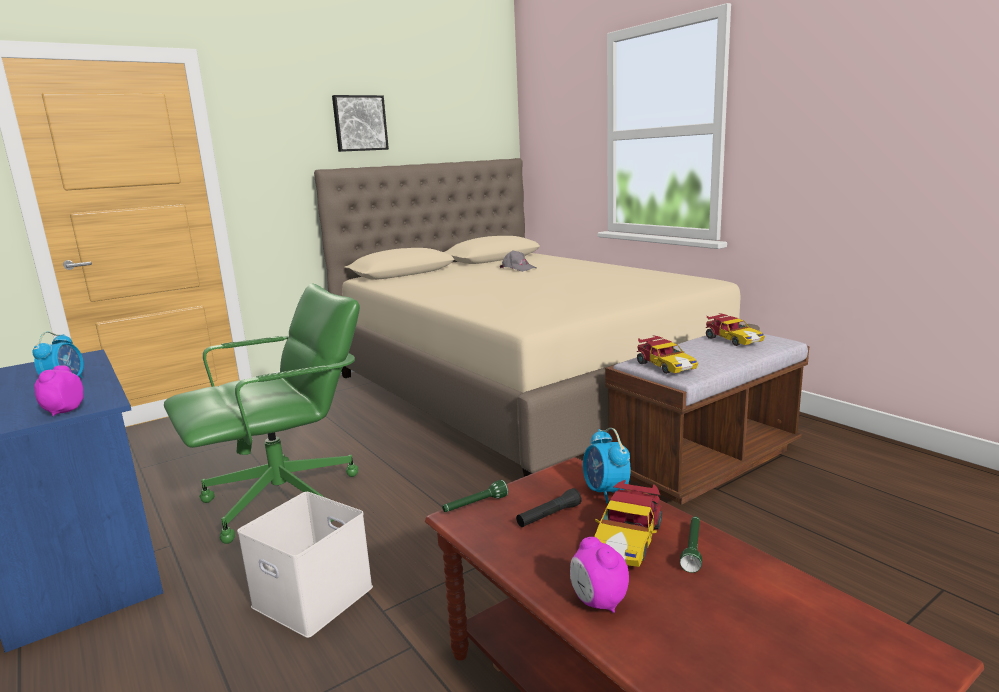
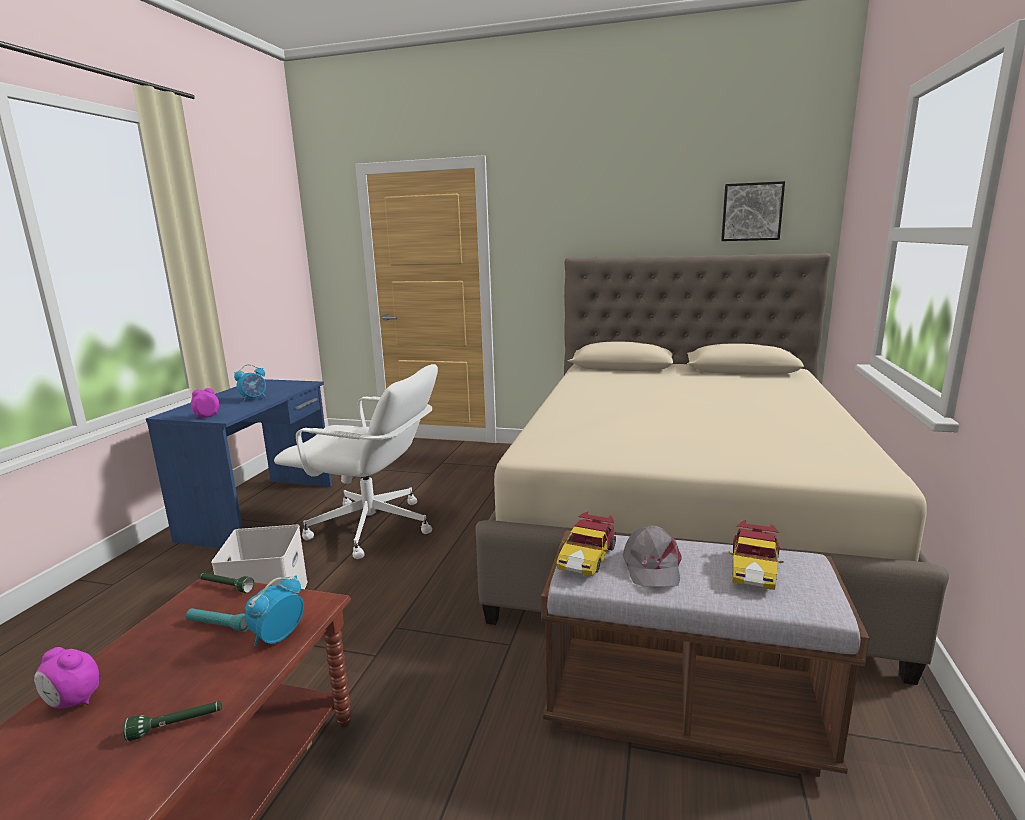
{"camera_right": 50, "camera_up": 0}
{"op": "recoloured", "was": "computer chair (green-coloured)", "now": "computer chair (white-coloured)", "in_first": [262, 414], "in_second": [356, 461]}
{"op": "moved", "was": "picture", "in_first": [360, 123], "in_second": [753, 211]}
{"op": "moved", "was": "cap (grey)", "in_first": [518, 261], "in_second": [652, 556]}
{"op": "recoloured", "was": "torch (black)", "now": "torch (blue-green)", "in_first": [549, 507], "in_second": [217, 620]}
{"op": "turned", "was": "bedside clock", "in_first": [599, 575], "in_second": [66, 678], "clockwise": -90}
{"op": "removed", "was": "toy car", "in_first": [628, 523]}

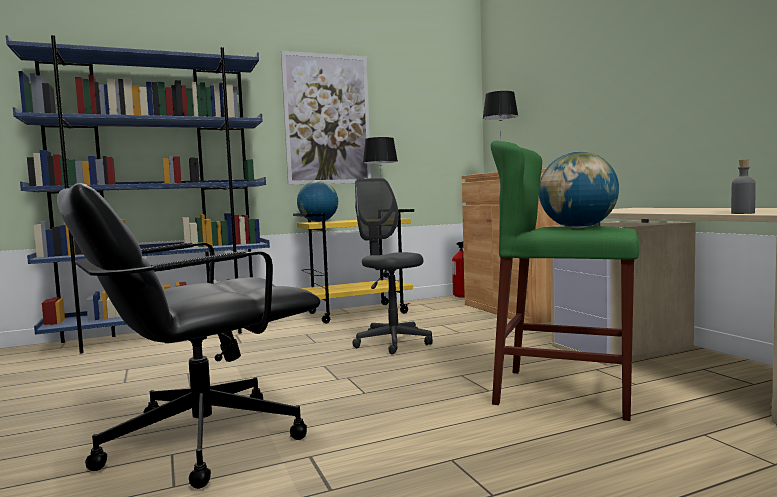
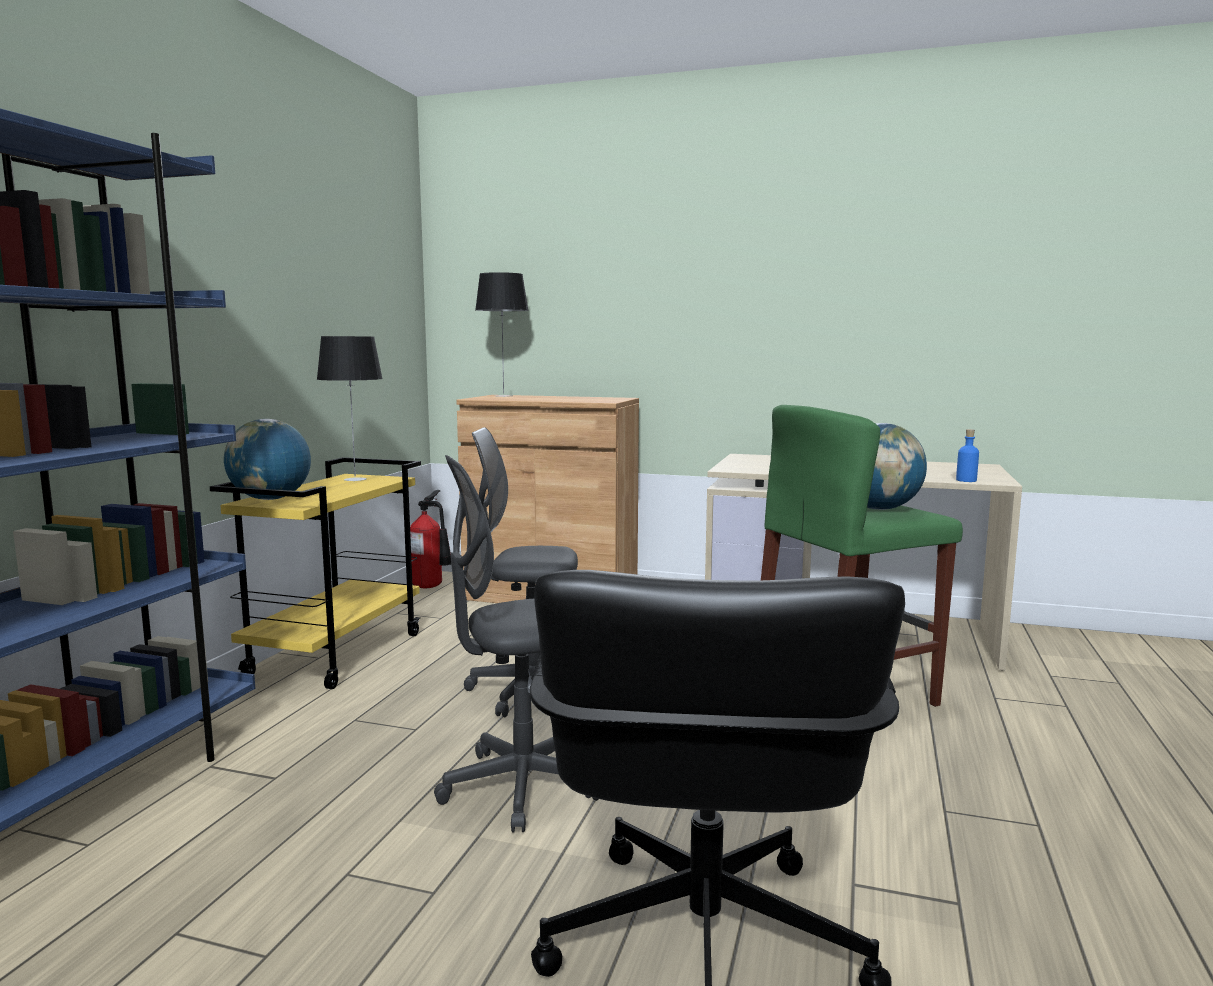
{"camera_right": -50, "camera_up": 5}
{"op": "removed", "was": "picture", "in_first": [326, 118]}
{"op": "recoloured", "was": "beverage bottle (grey)", "now": "beverage bottle (blue)", "in_first": [743, 186], "in_second": [967, 455]}
{"op": "added", "now": "computer chair (grey)", "in_second": [516, 644]}

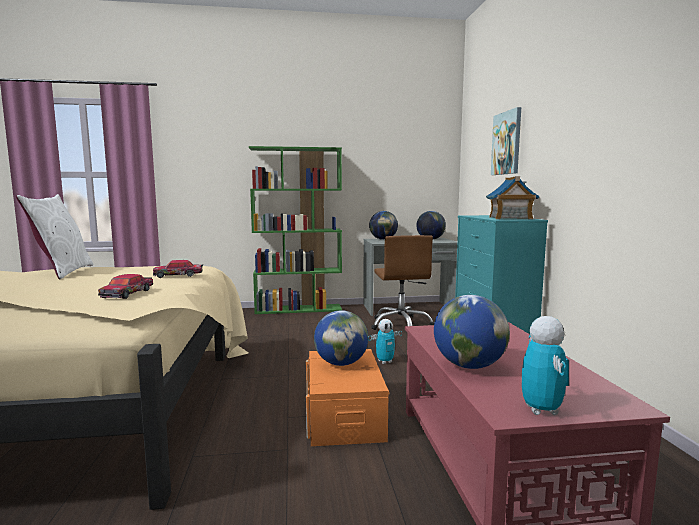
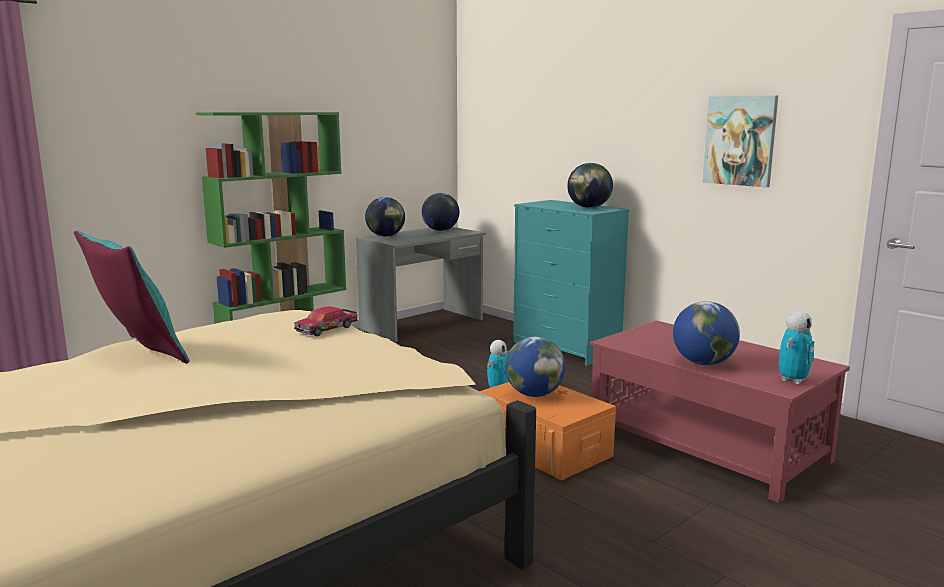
{"camera_right": -35, "camera_up": 5}
{"op": "recoloured", "was": "pillow (white-coloured)", "now": "pillow (blue-green)", "in_first": [54, 236], "in_second": [132, 297]}
{"op": "removed", "was": "toy car", "in_first": [125, 286]}
{"op": "removed", "was": "computer chair (brown-coloured)", "in_first": [403, 282]}
{"op": "replaced", "was": "model house", "now": "world globe", "in_first": [513, 197], "in_second": [590, 185]}
{"op": "moved", "was": "picture", "in_first": [506, 141], "in_second": [740, 141]}
{"op": "turned", "was": "model robot", "in_first": [545, 365], "in_second": [796, 347], "clockwise": 75}

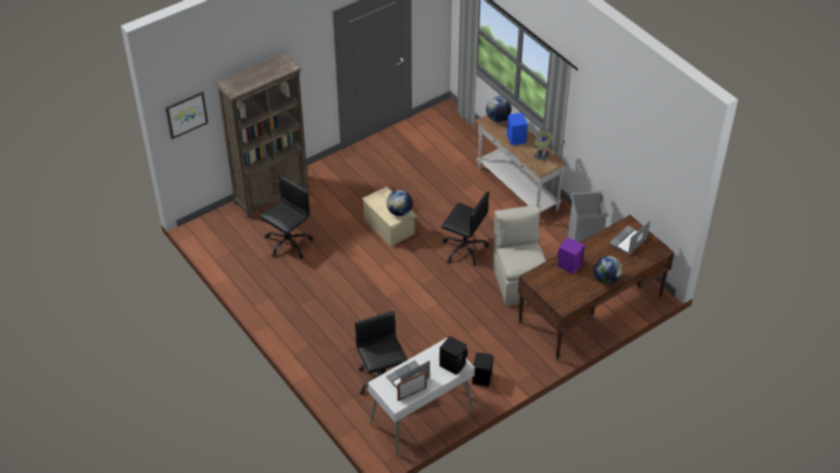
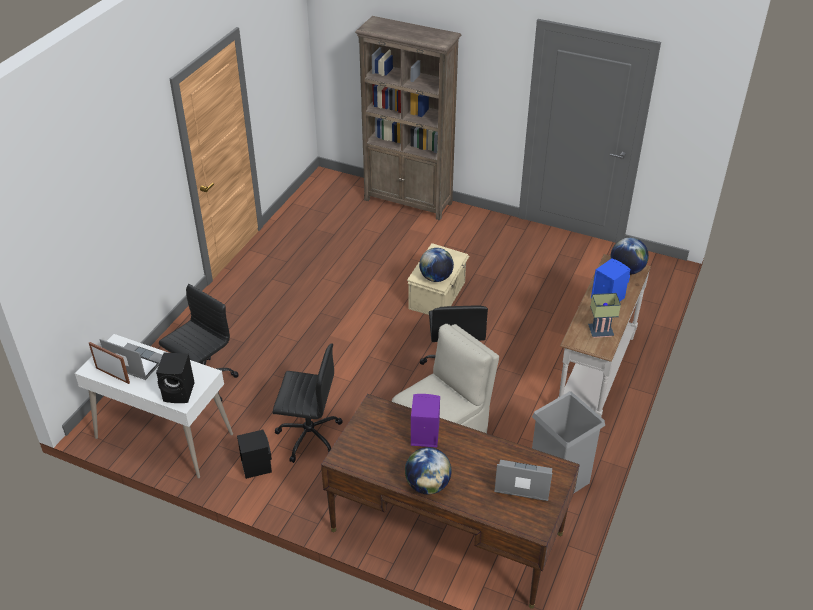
{"camera_right": 60, "camera_up": -5}
{"op": "removed", "was": "picture", "in_first": [186, 115]}
{"op": "moved", "was": "computer chair (black)", "in_first": [286, 217], "in_second": [308, 403]}

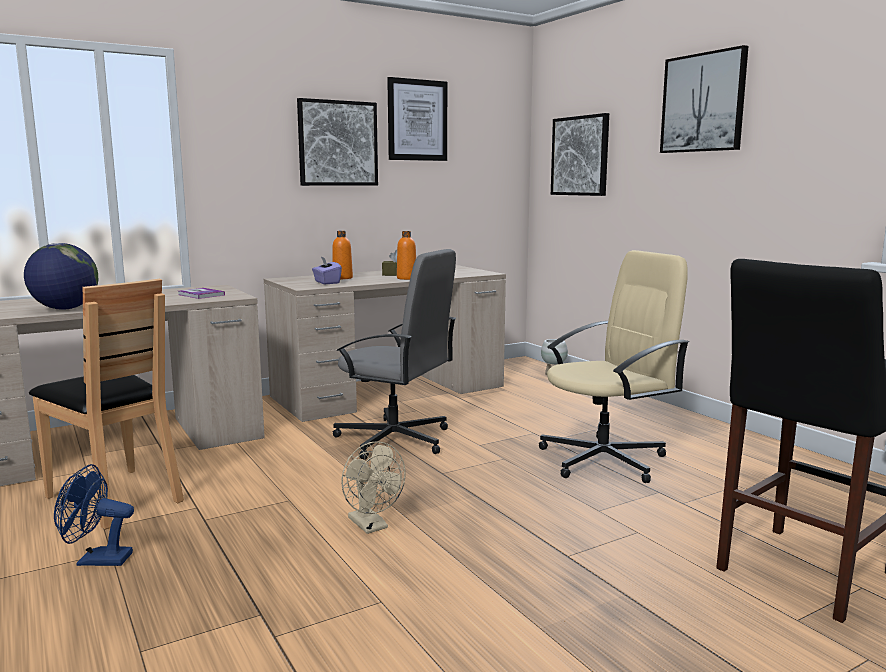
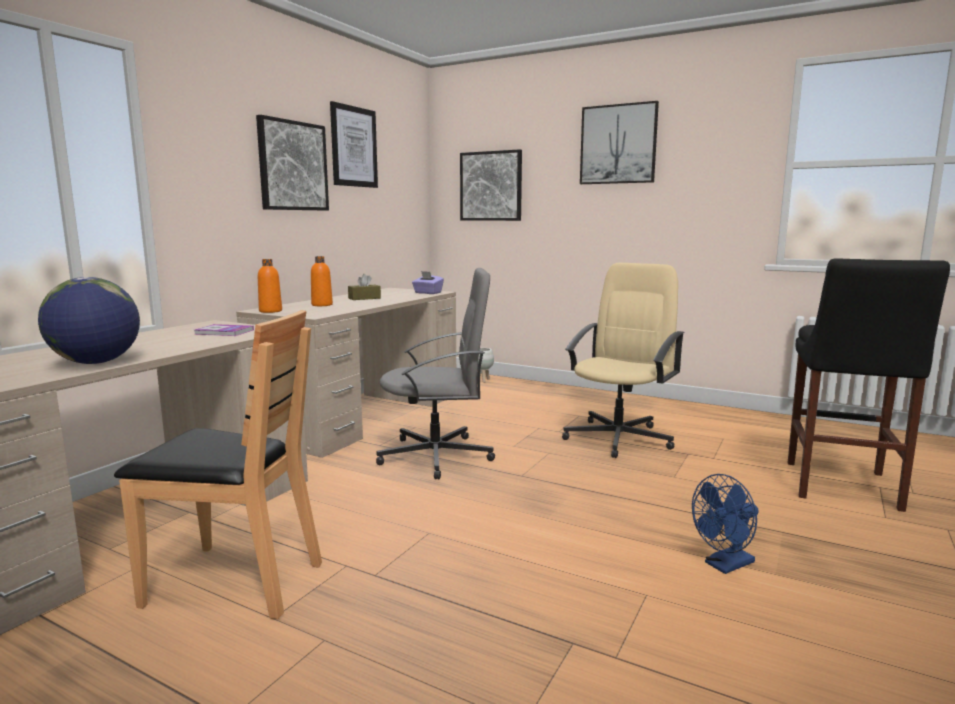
{"camera_right": -30, "camera_up": 0}
{"op": "moved", "was": "cooling fan (blue)", "in_first": [94, 515], "in_second": [725, 524]}
{"op": "moved", "was": "tissue box (purple-coloured)", "in_first": [327, 270], "in_second": [428, 282]}
{"op": "removed", "was": "cooling fan (beige-coloured)", "in_first": [373, 487]}
{"op": "moved", "was": "beverage bottle (orangey)", "in_first": [406, 255], "in_second": [270, 286]}

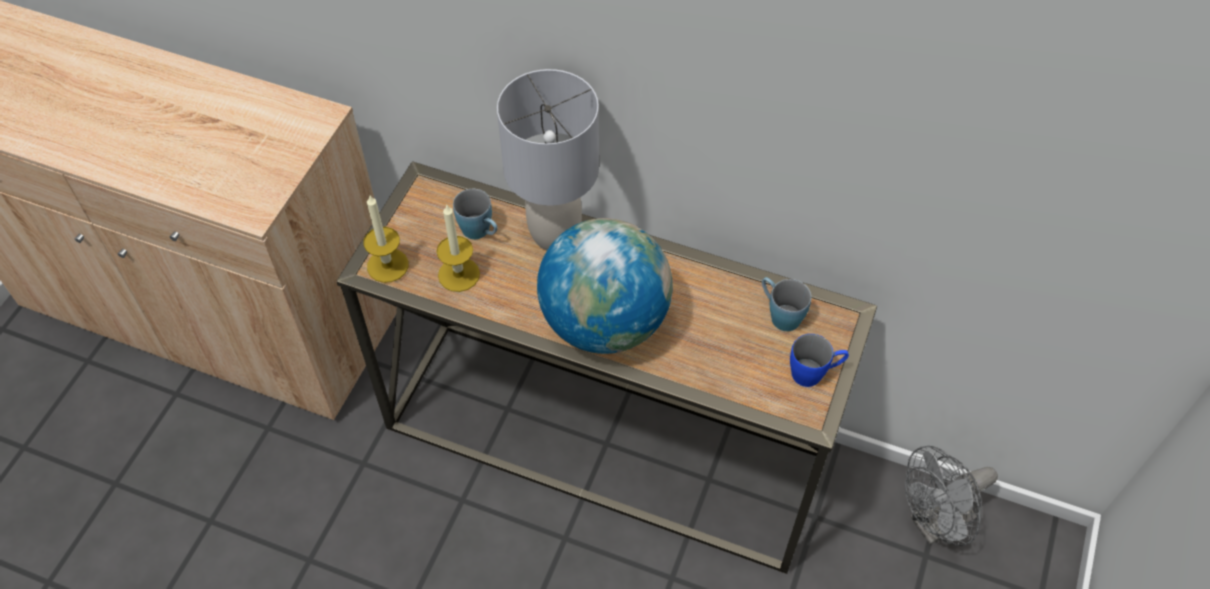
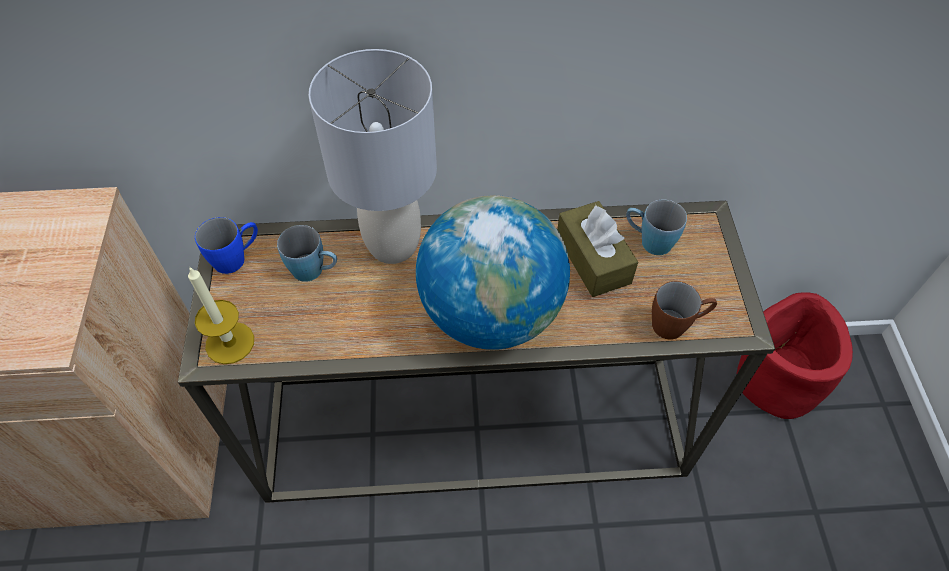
{"camera_right": -25, "camera_up": 0}
{"op": "removed", "was": "wax candle", "in_first": [458, 248]}
{"op": "moved", "was": "coffee mug (blue)", "in_first": [819, 360], "in_second": [226, 245]}
{"op": "replaced", "was": "cooling fan (grey)", "now": "planter (red)", "in_first": [951, 496], "in_second": [795, 355]}
{"op": "added", "now": "tissue box (brown-coloured)", "in_second": [597, 249]}
{"op": "added", "now": "coffee mug (brown-coloured)", "in_second": [684, 310]}

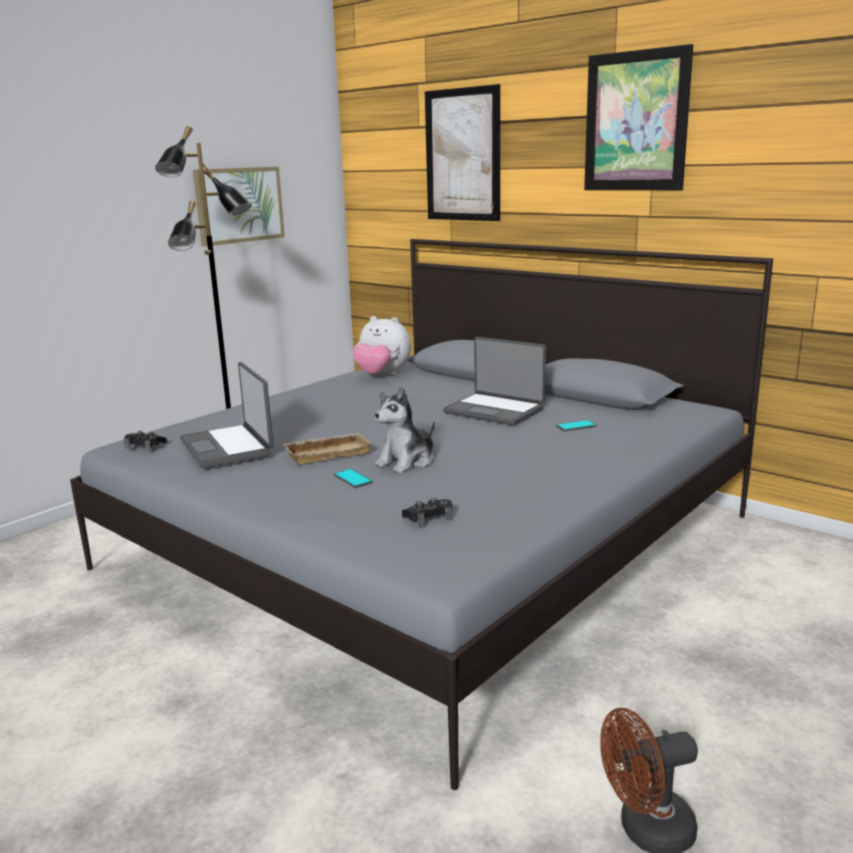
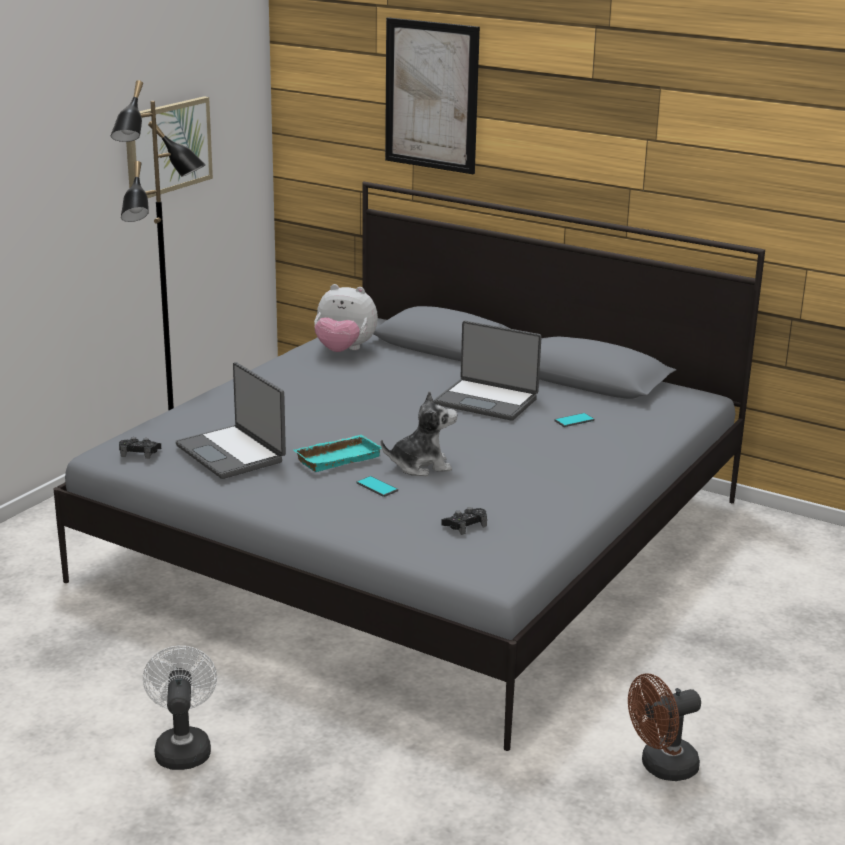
{"camera_right": -10, "camera_up": 5}
{"op": "recoloured", "was": "tray (beige-coloured)", "now": "tray (blue-green)", "in_first": [327, 448], "in_second": [337, 453]}
{"op": "turned", "was": "soft toy", "in_first": [405, 430], "in_second": [419, 433], "clockwise": -135}
{"op": "removed", "was": "picture", "in_first": [638, 117]}
{"op": "added", "now": "cooling fan (white-coloured)", "in_second": [180, 708]}

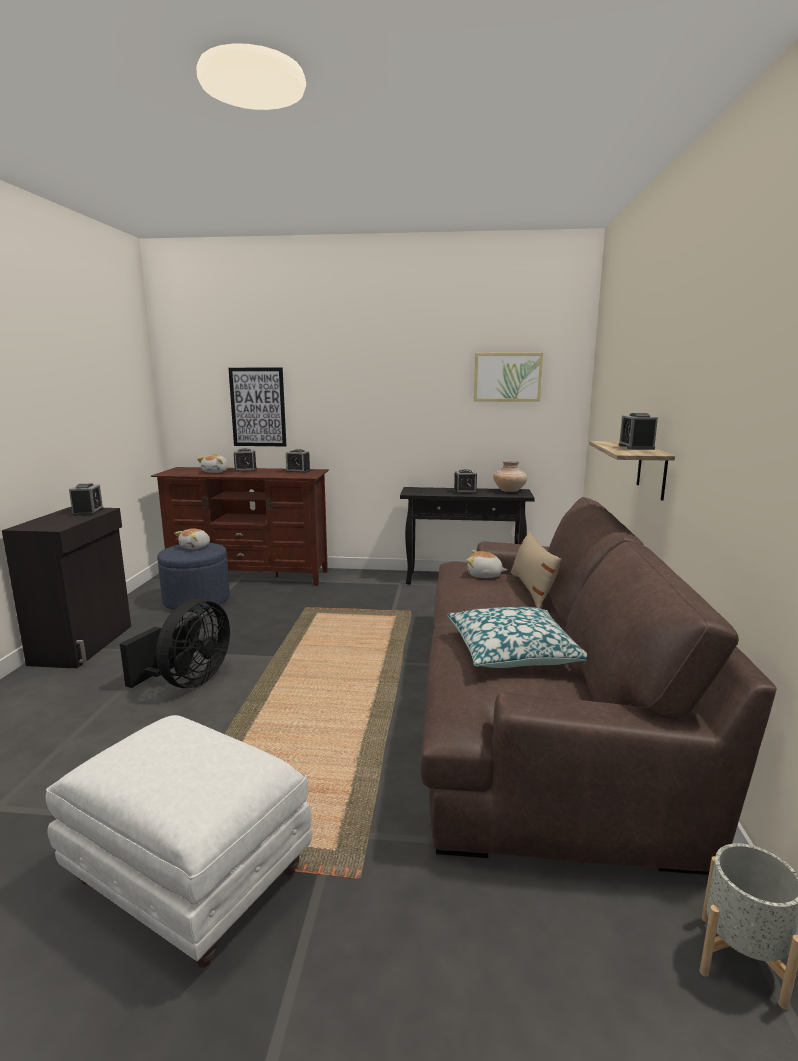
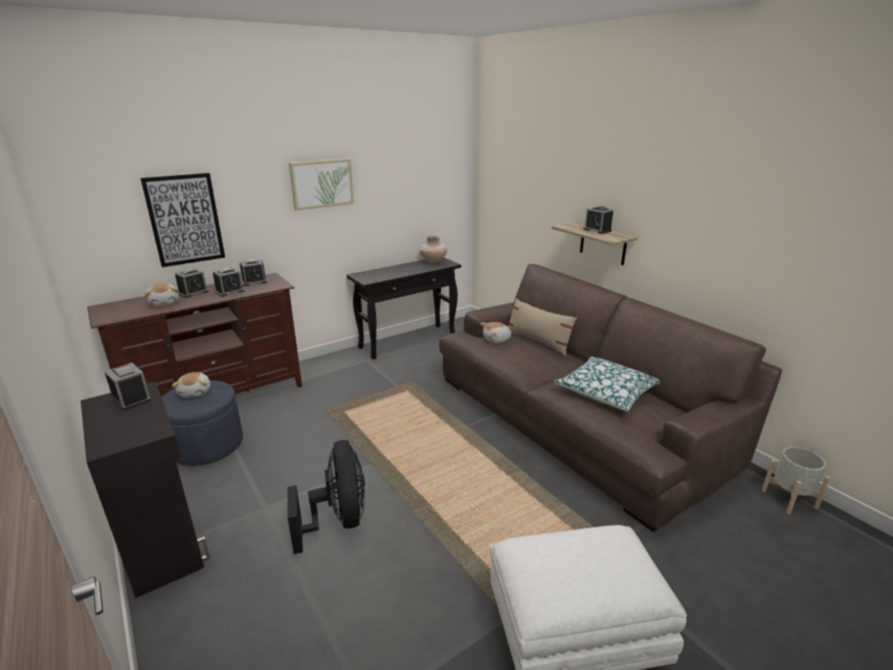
{"camera_right": -40, "camera_up": 10}
{"op": "moved", "was": "bedside clock", "in_first": [465, 481], "in_second": [229, 282]}
{"op": "moved", "was": "picture", "in_first": [508, 377], "in_second": [321, 185]}

